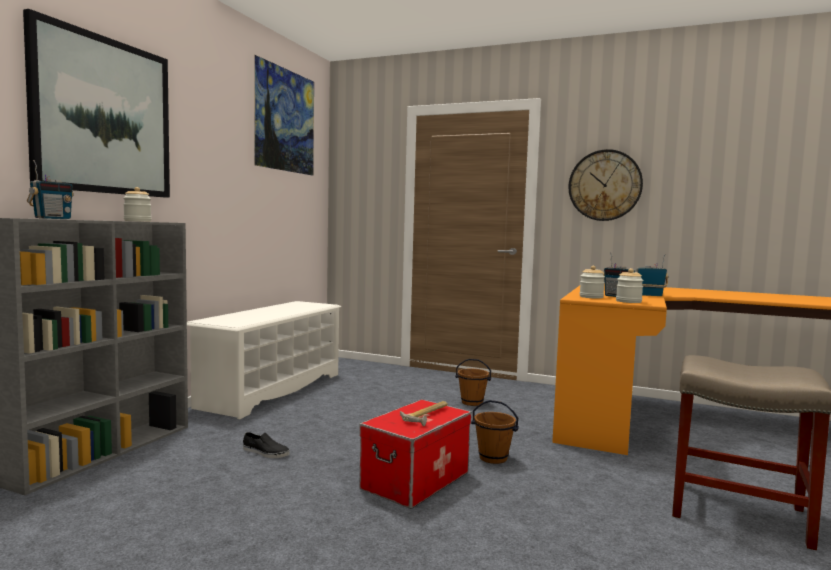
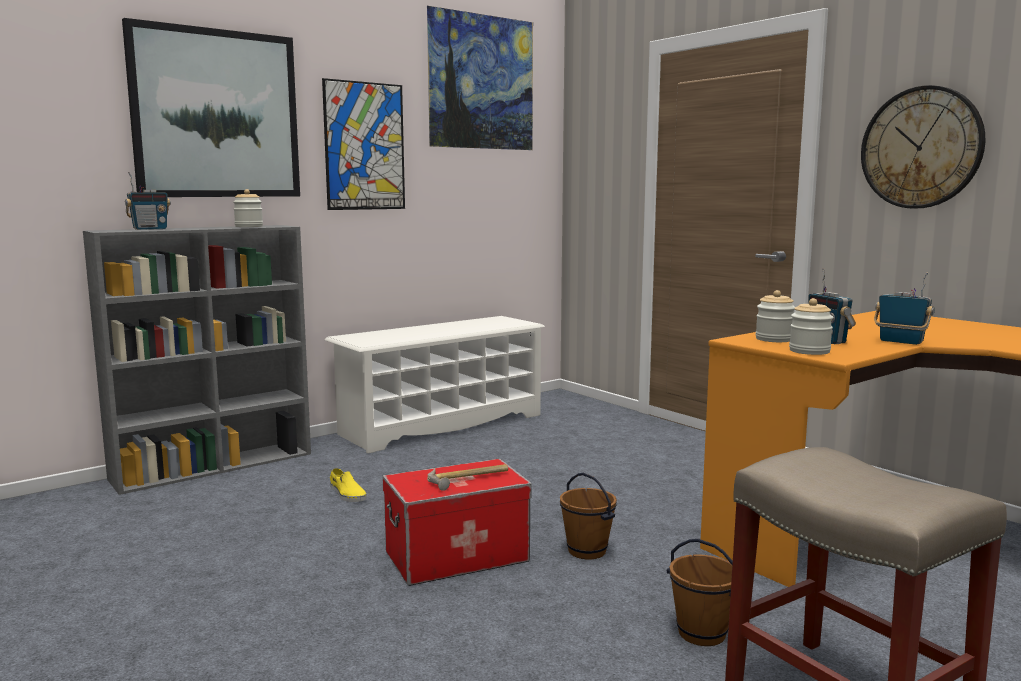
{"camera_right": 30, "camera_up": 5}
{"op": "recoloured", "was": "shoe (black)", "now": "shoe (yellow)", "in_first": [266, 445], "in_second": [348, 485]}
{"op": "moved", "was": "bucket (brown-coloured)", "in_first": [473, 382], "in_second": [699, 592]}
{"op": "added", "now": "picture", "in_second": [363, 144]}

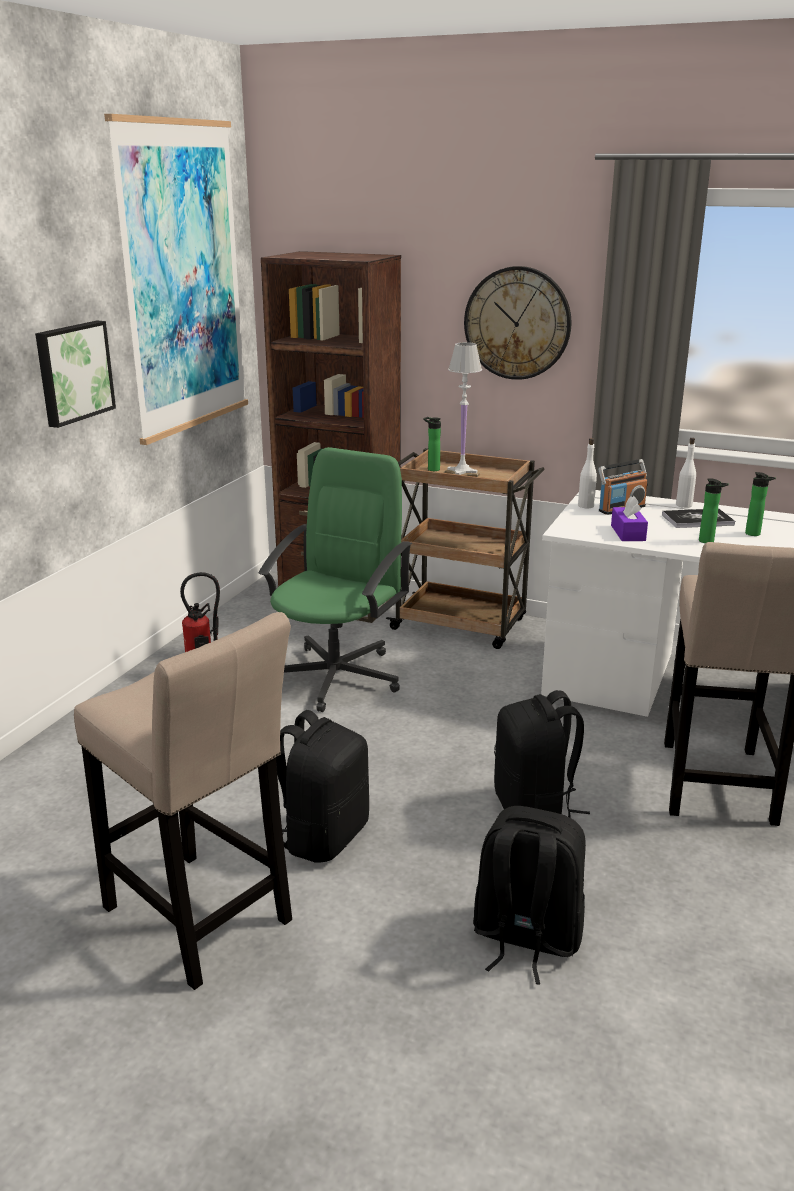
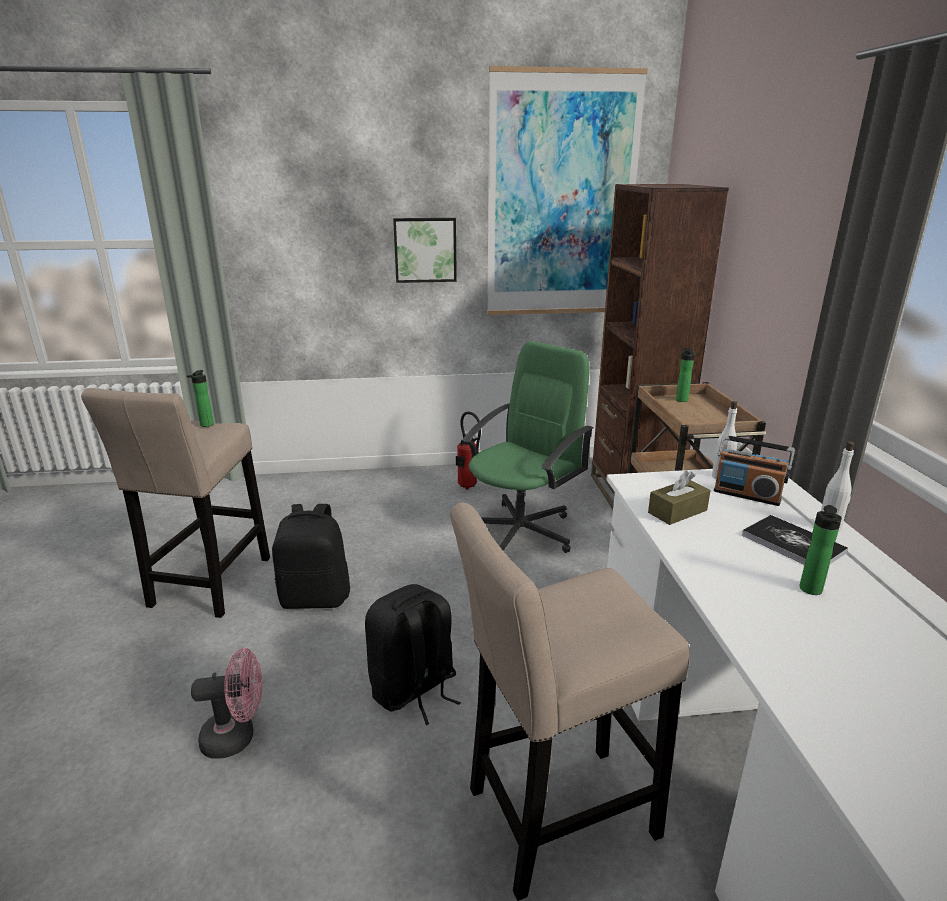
{"camera_right": 60, "camera_up": 0}
{"op": "turned", "was": "computer chair (green-coloured)", "in_first": [335, 579], "in_second": [528, 447], "clockwise": -45}
{"op": "removed", "was": "lamp for a table (white-coloured)", "in_first": [463, 409]}
{"op": "removed", "was": "clock on the wall", "in_first": [518, 323]}
{"op": "replaced", "was": "rucksack (black)", "now": "cooling fan (pink)", "in_first": [529, 895], "in_second": [226, 703]}
{"op": "recoloured", "was": "tissue box (purple-coloured)", "now": "tissue box (brown-coloured)", "in_first": [629, 518], "in_second": [679, 497]}
{"op": "moved", "was": "beverage bottle", "in_first": [714, 510], "in_second": [200, 398]}

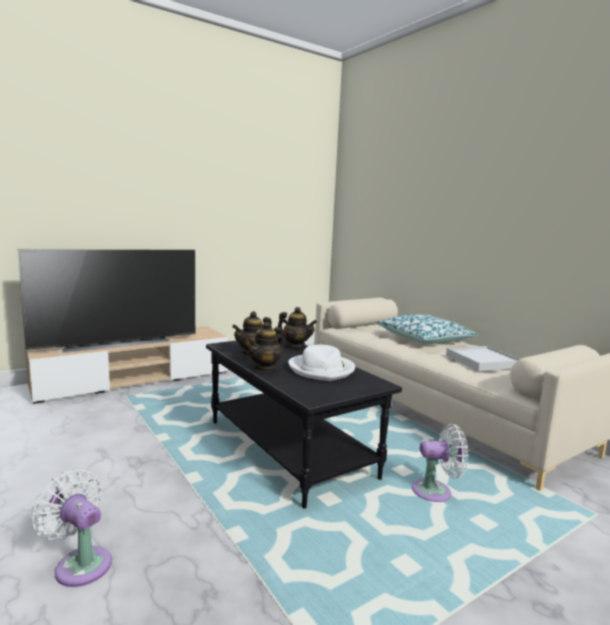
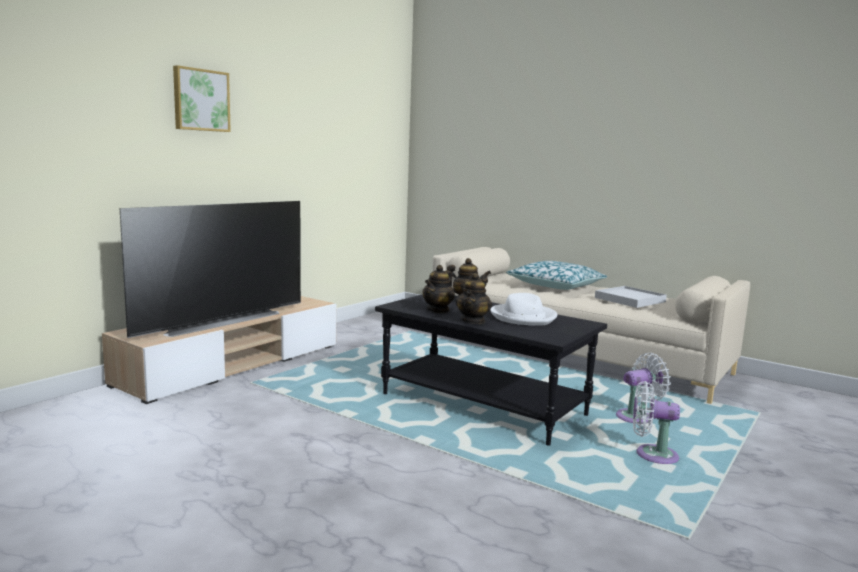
{"camera_right": -20, "camera_up": 0}
{"op": "moved", "was": "cooling fan (white-coloured)", "in_first": [71, 528], "in_second": [656, 422]}
{"op": "added", "now": "picture", "in_second": [202, 98]}

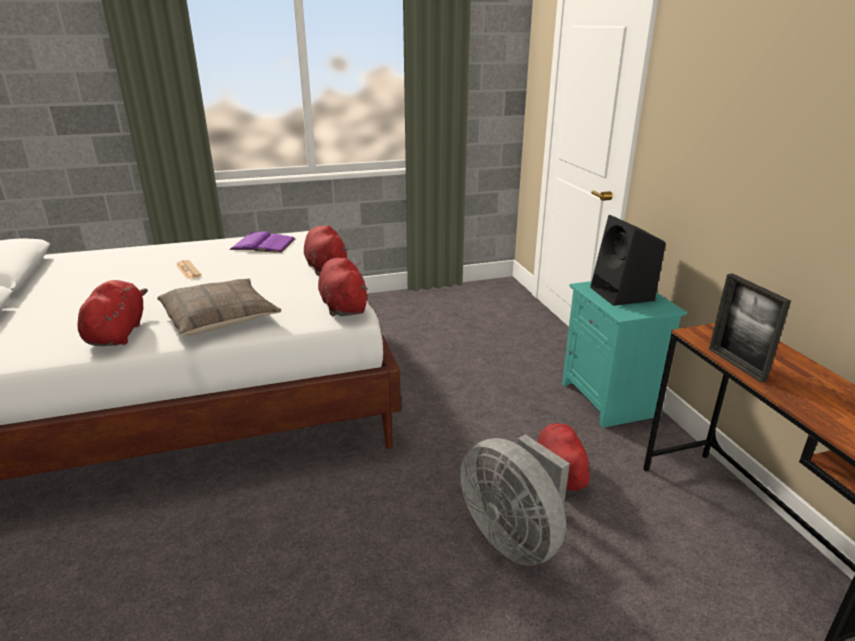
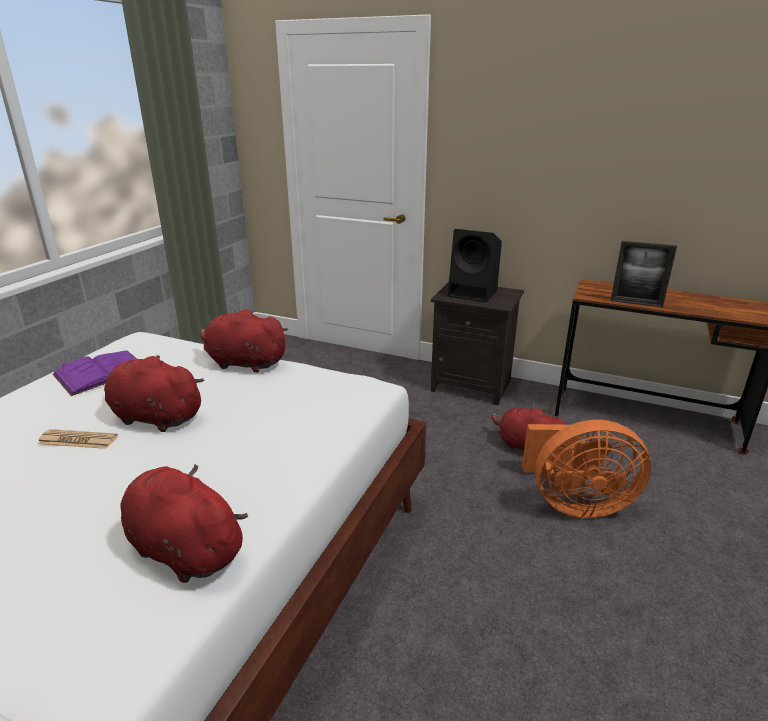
{"camera_right": -50, "camera_up": 0}
{"op": "removed", "was": "pillow", "in_first": [219, 306]}
{"op": "moved", "was": "soft toy (red)", "in_first": [343, 287], "in_second": [154, 393]}
{"op": "recoloured", "was": "cooling fan (grey)", "now": "cooling fan (orangey)", "in_first": [515, 500], "in_second": [586, 469]}
{"op": "recoloured", "was": "night table (blue-green)", "now": "night table (black)", "in_first": [624, 354], "in_second": [477, 343]}

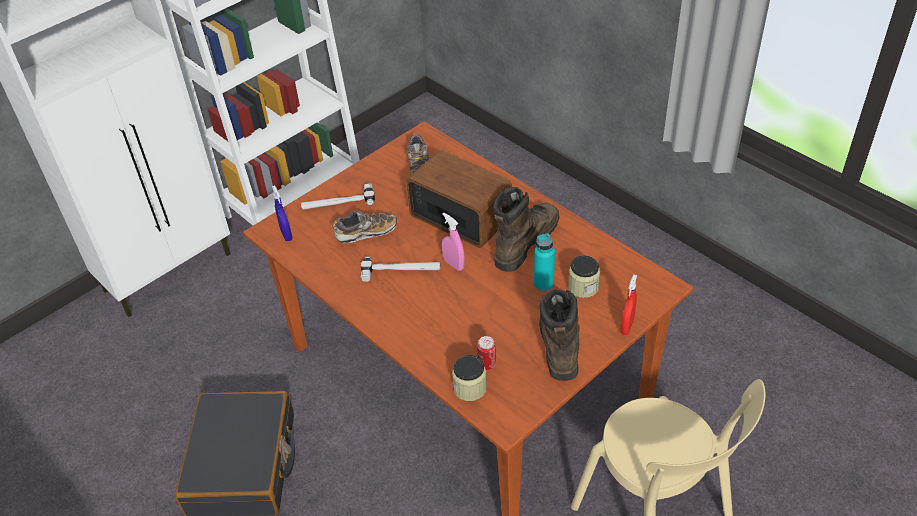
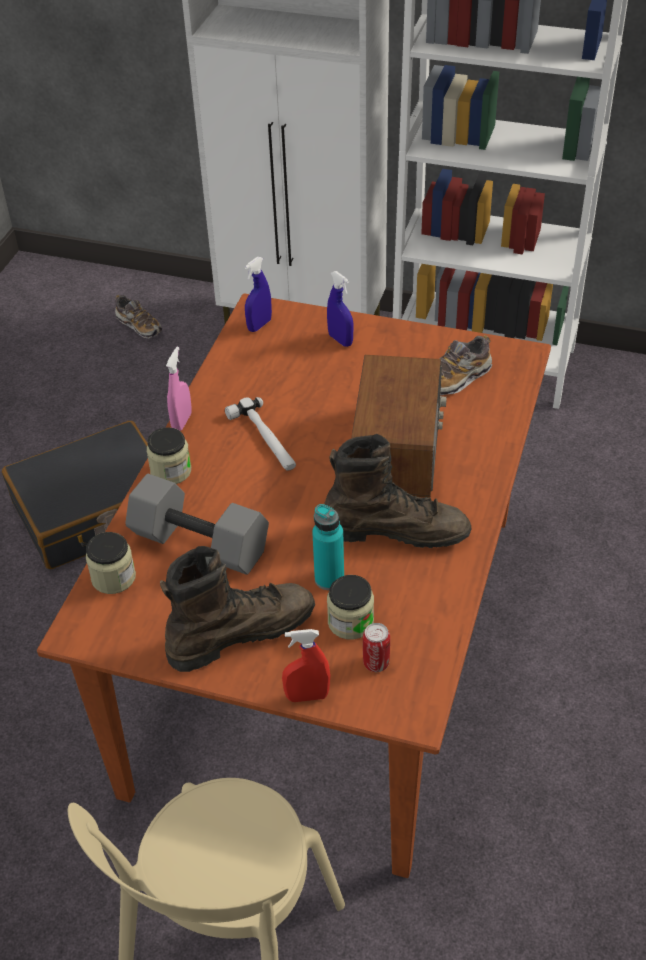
{"camera_right": 60, "camera_up": 0}
{"op": "replaced", "was": "hand hammer", "now": "hand sprayer (blue)", "in_first": [338, 196], "in_second": [340, 309]}
{"op": "moved", "was": "shoe", "in_first": [364, 226], "in_second": [138, 317]}
{"op": "moved", "was": "hand sprayer (pink)", "in_first": [453, 241], "in_second": [178, 389]}
{"op": "moved", "was": "sealed can", "in_first": [486, 353], "in_second": [376, 647]}
{"op": "added", "now": "free weight (grey)", "in_second": [197, 524]}
{"op": "added", "now": "storage jar", "in_second": [168, 455]}

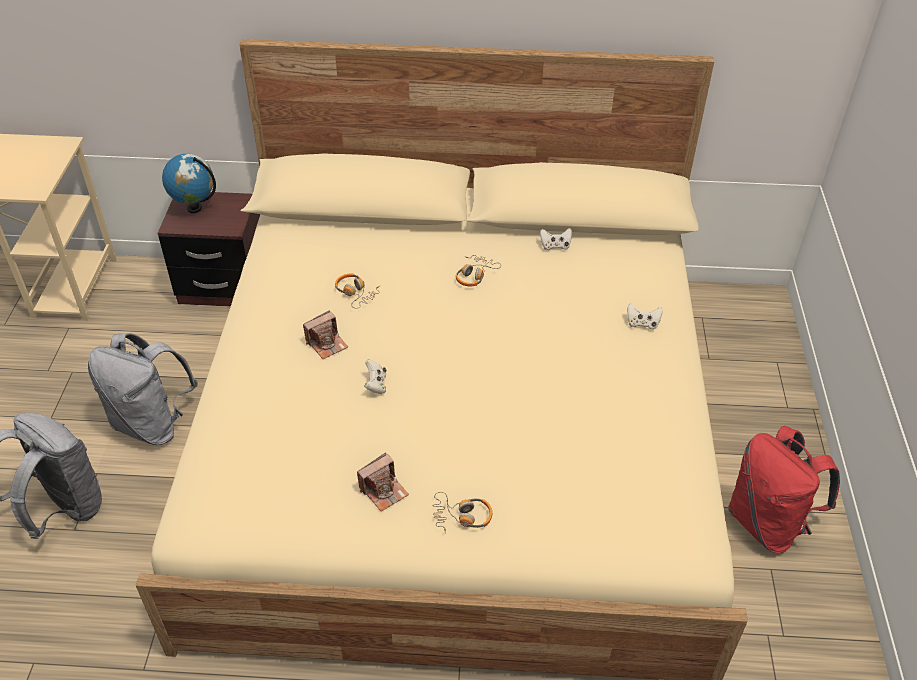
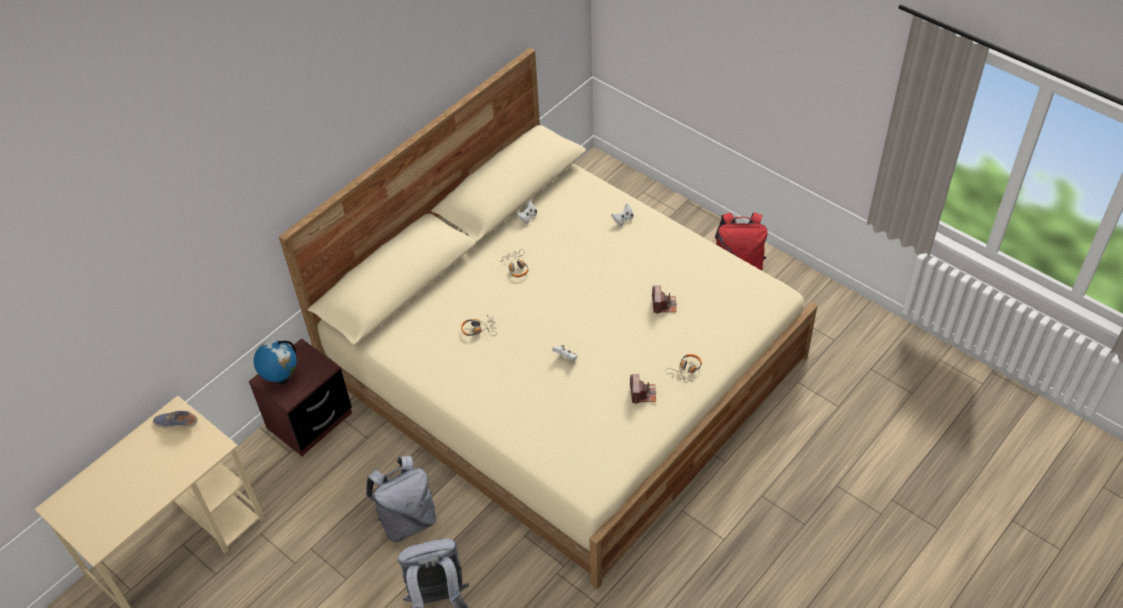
{"camera_right": -50, "camera_up": 5}
{"op": "moved", "was": "still camera", "in_first": [325, 334], "in_second": [664, 300]}
{"op": "added", "now": "shoe", "in_second": [175, 419]}

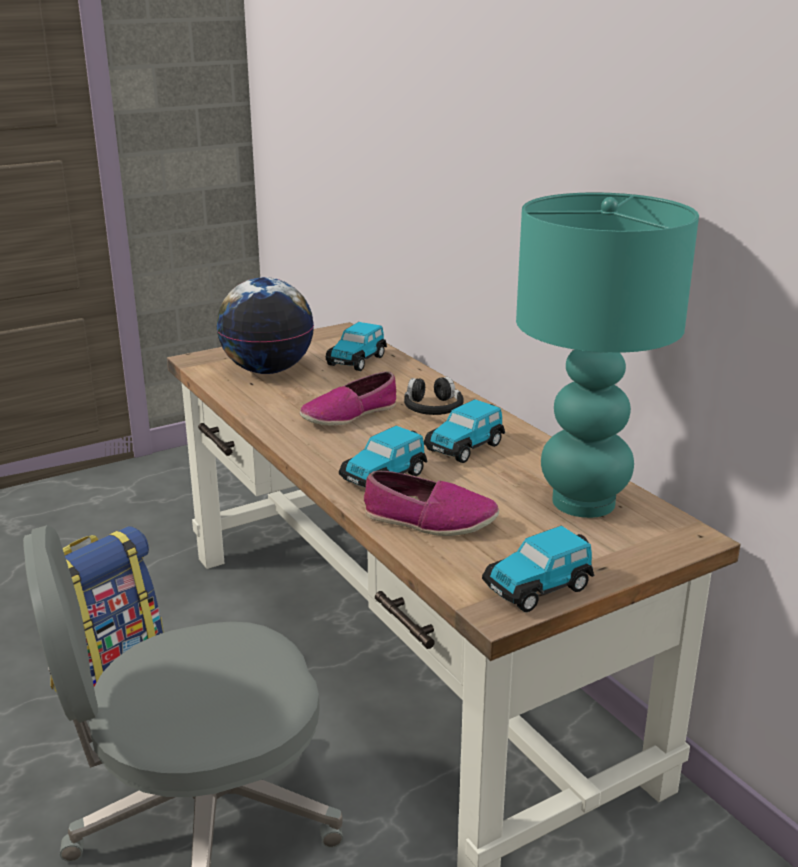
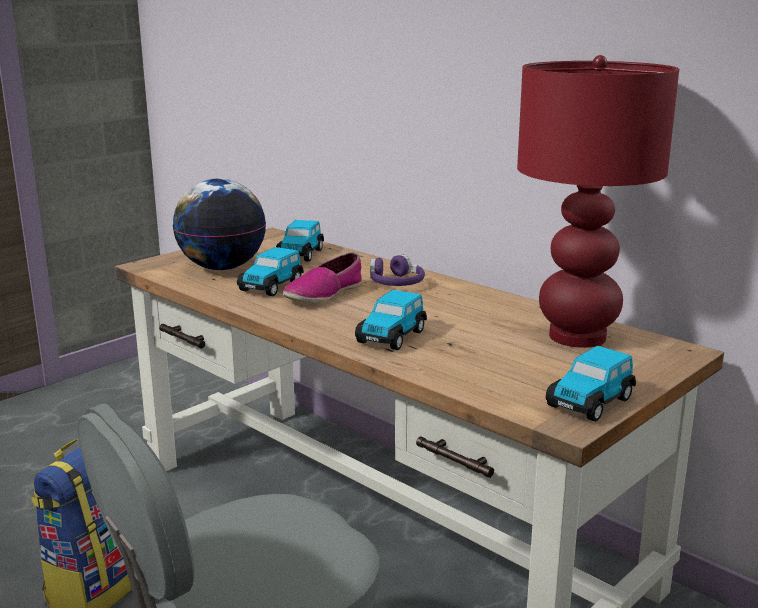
{"camera_right": -15, "camera_up": -5}
{"op": "removed", "was": "shoe", "in_first": [431, 503]}
{"op": "recoloured", "was": "headset (black)", "now": "headset (purple-coloured)", "in_first": [434, 396], "in_second": [397, 270]}
{"op": "moved", "was": "toy car", "in_first": [464, 431], "in_second": [270, 271]}
{"op": "recoloured", "was": "lamp for a table (blue-green)", "now": "lamp for a table (red)", "in_first": [607, 355], "in_second": [598, 201]}

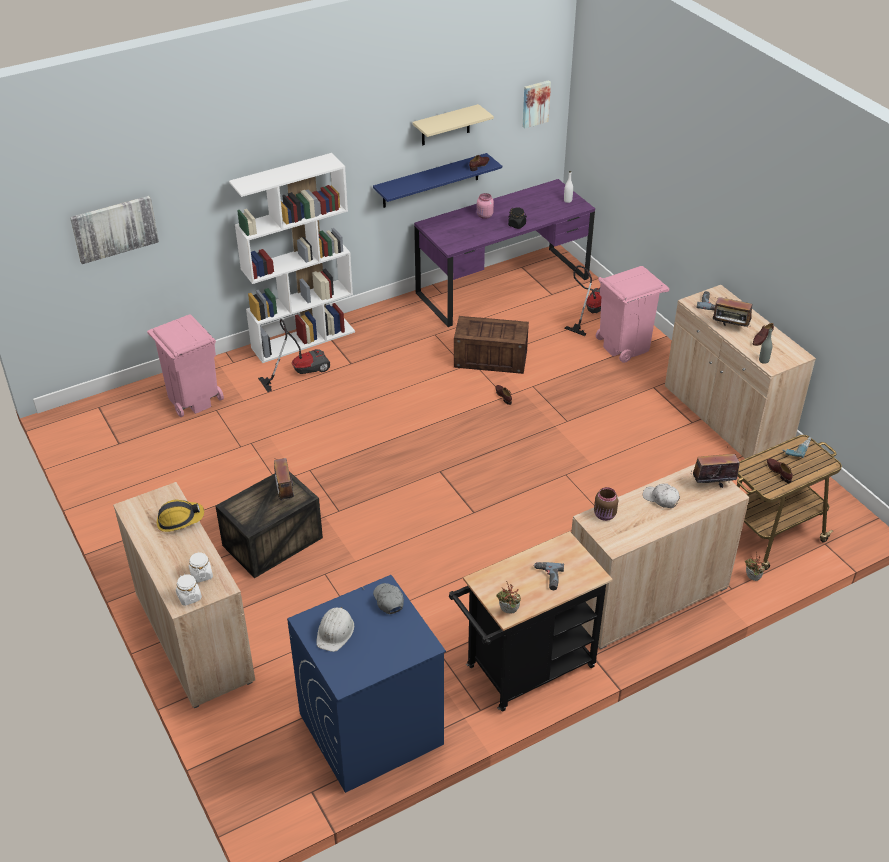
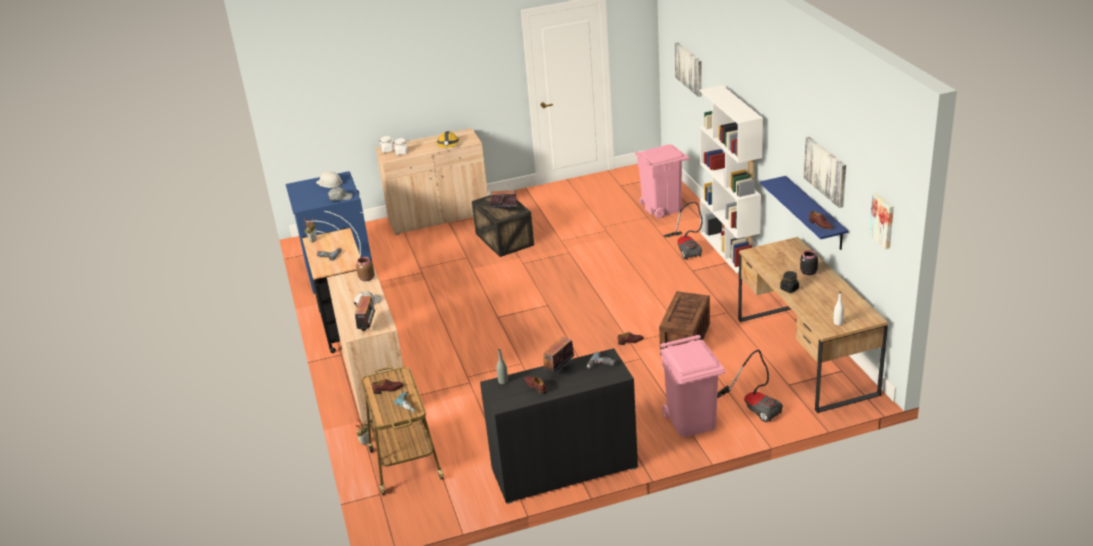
{"camera_right": 105, "camera_up": -10}
{"op": "replaced", "was": "bracket shelf (beige-coloured)", "now": "picture", "in_first": [453, 125], "in_second": [825, 172]}
{"op": "recoloured", "was": "desk table (purple-coloured)", "now": "desk table (brown-coloured)", "in_first": [504, 253], "in_second": [813, 325]}
{"op": "recoloured", "was": "storage jar (pink)", "now": "storage jar (black)", "in_first": [485, 206], "in_second": [809, 263]}
{"op": "recoloured", "was": "cabinet (beige-coloured)", "now": "cabinet (black)", "in_first": [740, 372], "in_second": [559, 426]}

